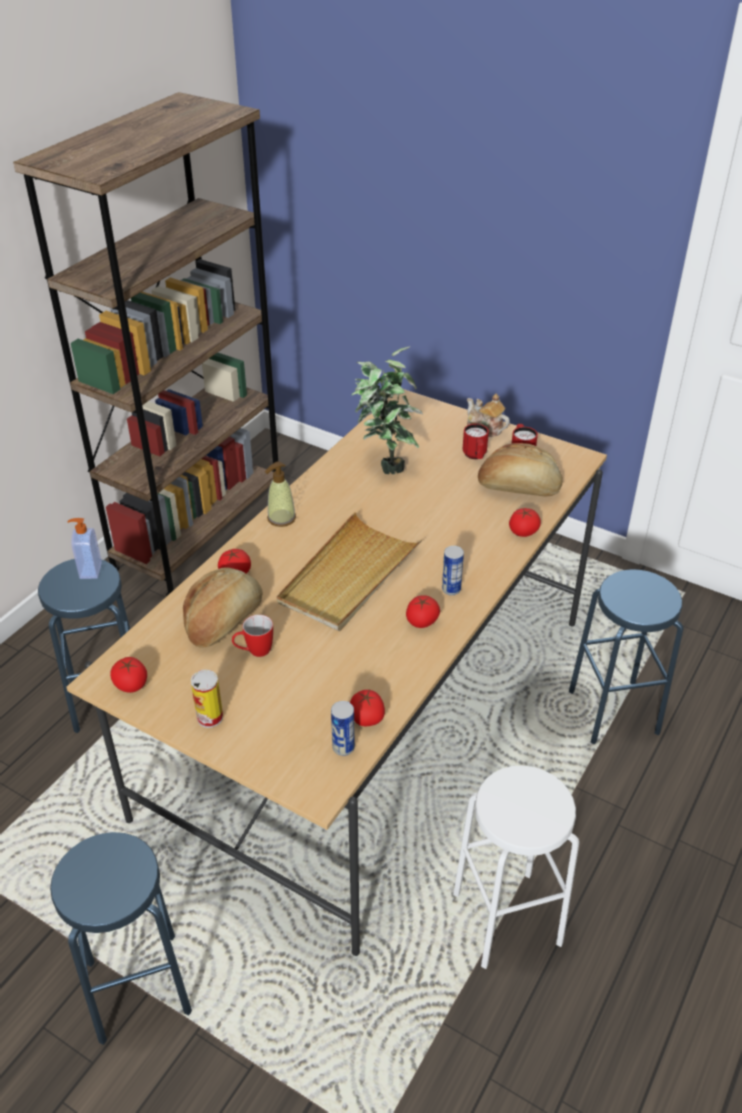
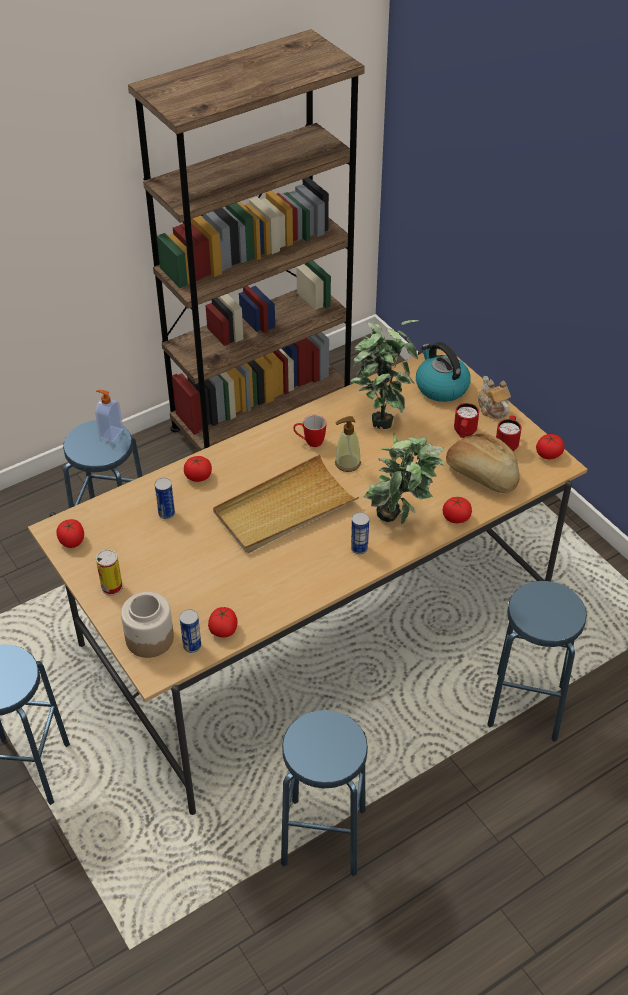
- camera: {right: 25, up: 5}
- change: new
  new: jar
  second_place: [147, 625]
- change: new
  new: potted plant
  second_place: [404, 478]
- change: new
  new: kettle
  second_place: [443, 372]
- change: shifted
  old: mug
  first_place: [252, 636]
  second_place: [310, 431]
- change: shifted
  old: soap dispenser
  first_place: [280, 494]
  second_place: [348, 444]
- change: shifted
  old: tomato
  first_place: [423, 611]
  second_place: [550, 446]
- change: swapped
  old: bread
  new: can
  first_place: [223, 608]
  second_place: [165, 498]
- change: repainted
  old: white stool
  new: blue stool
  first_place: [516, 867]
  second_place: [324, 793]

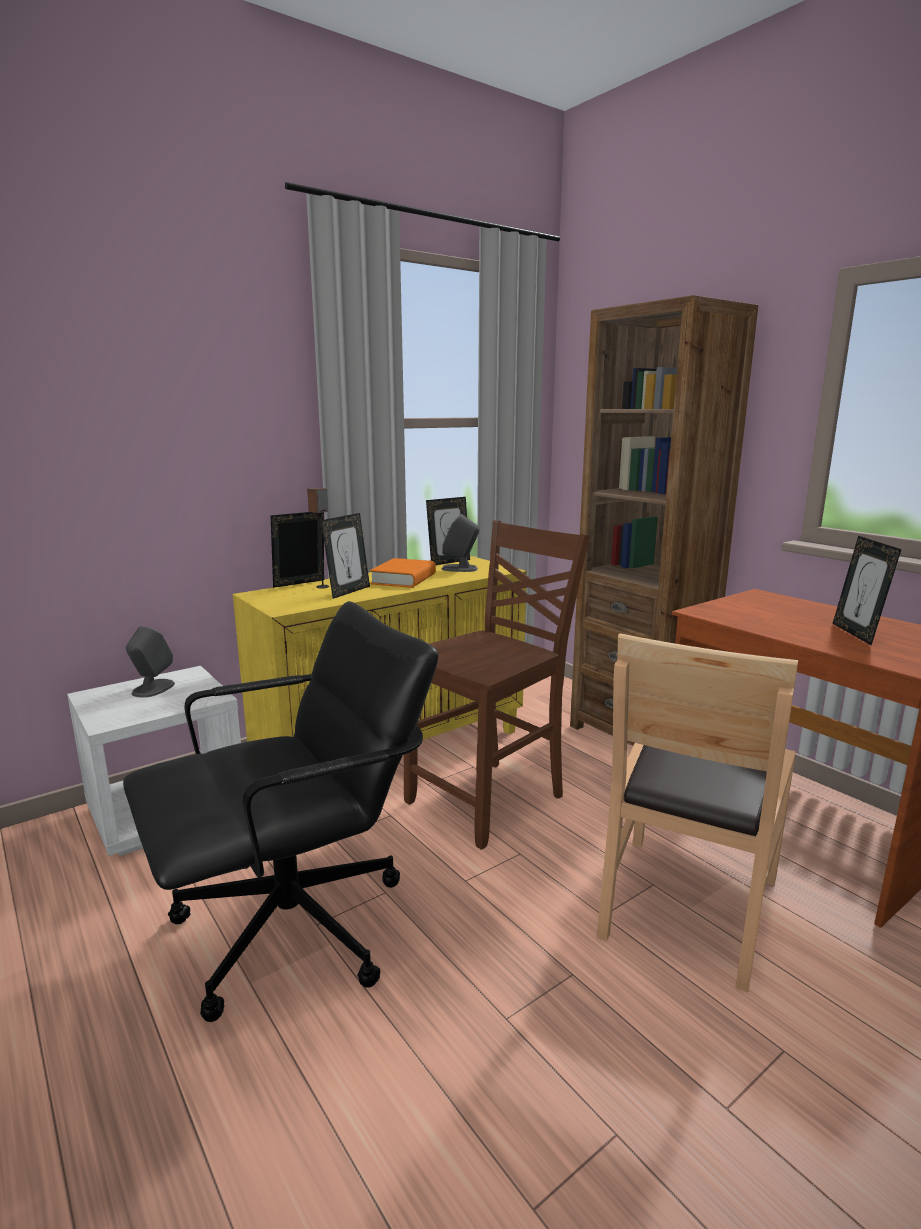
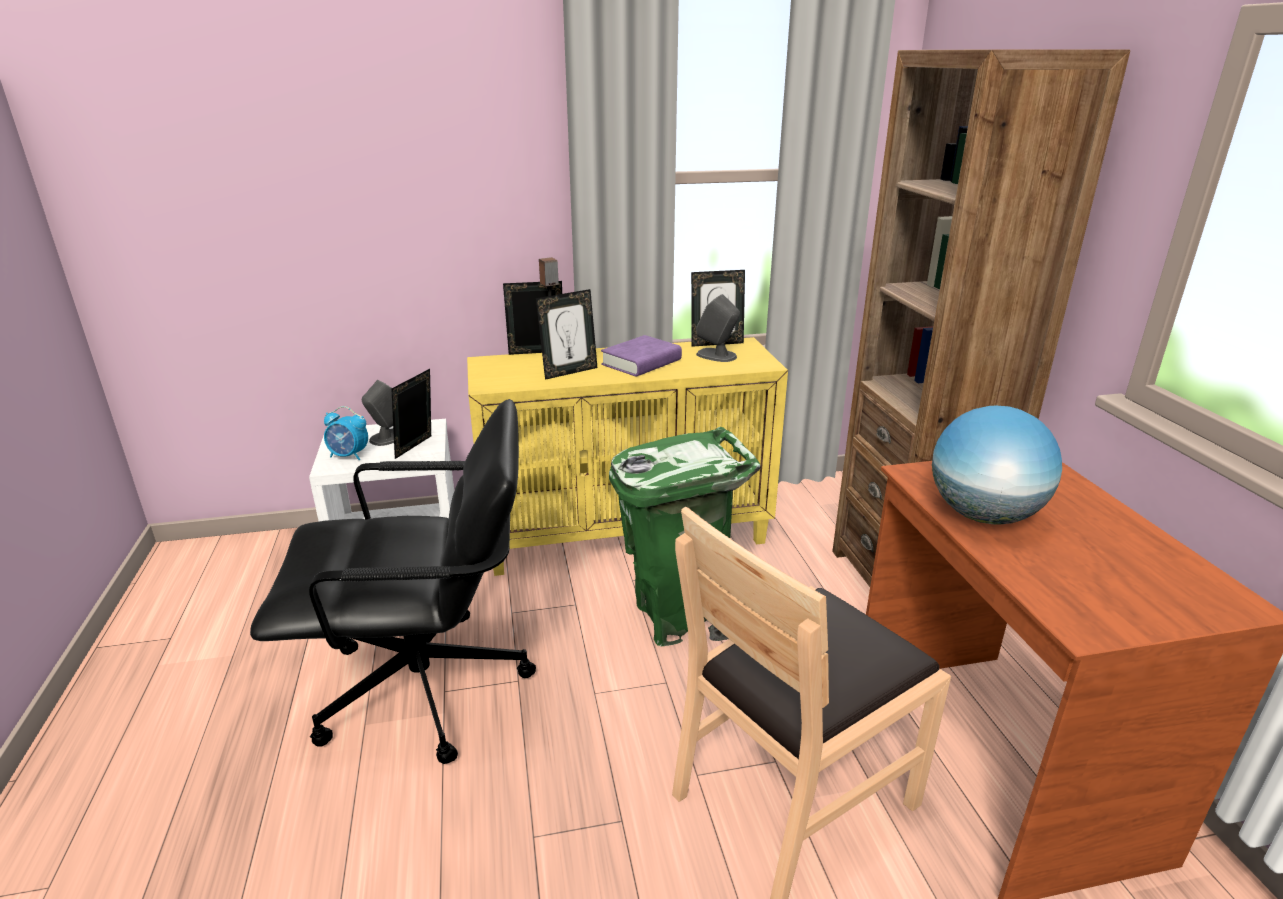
- camera: {right: 25, up: 10}
- change: new
  new: alarm clock
  second_place: [346, 433]
- change: new
  new: globe
  second_place: [997, 465]
- change: shifted
  old: picture frame
  first_place: [867, 590]
  second_place: [411, 414]
- change: swapped
  old: brown chair
  new: green trash can
  first_place: [497, 685]
  second_place: [684, 536]
- change: repainted
  old: orange book
  new: purple book
  first_place: [403, 573]
  second_place: [641, 356]

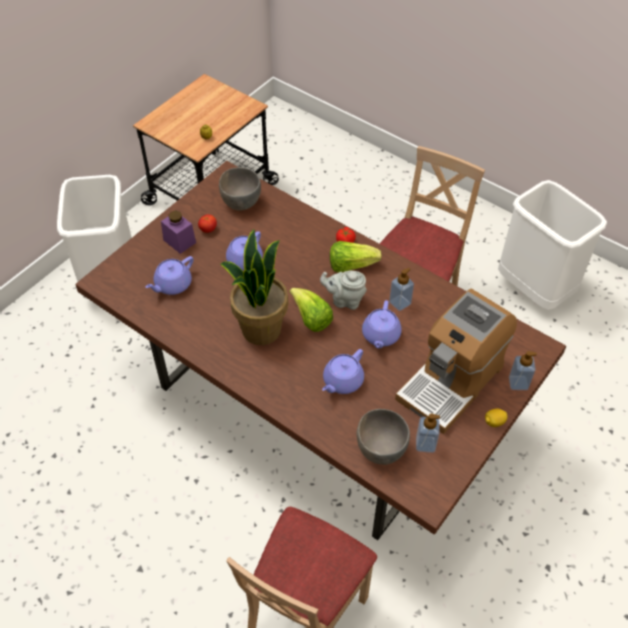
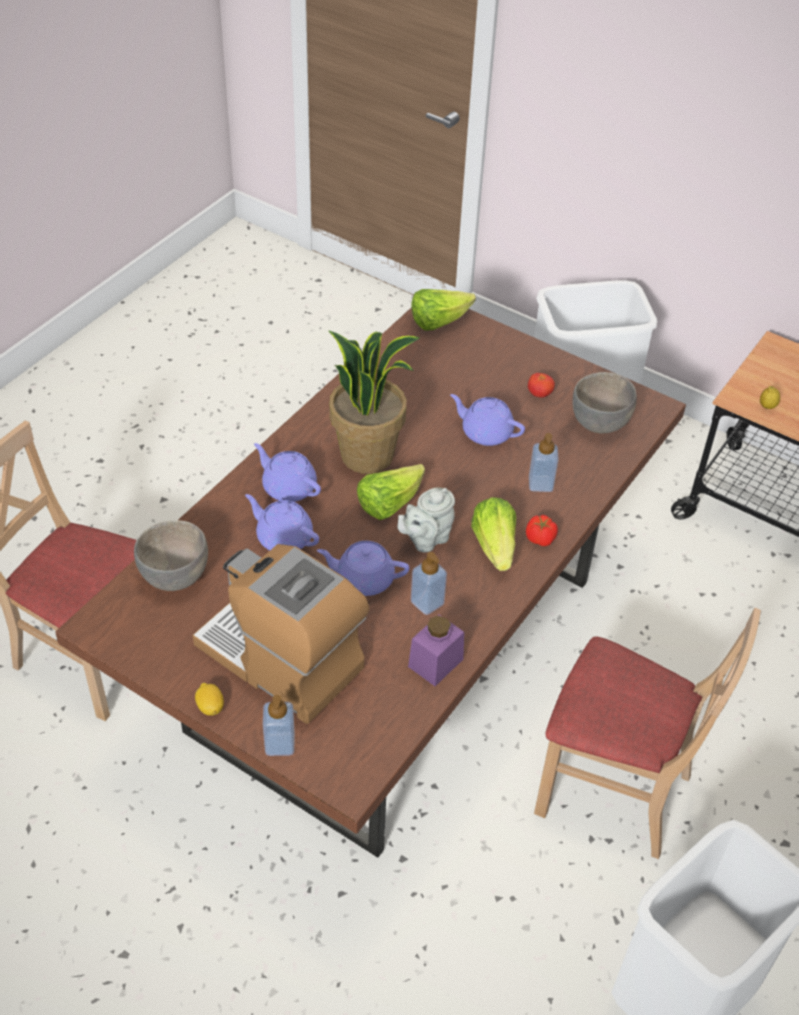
- camera: {right: 85, up: -5}
- change: new
  new: lettuce
  second_place: [443, 309]
- change: shifted
  old: purple teapot
  first_place: [169, 275]
  second_place: [287, 472]
- change: shifted
  old: purple jar
  first_place: [178, 232]
  second_place: [436, 650]
- change: shifted
  old: soap dispenser
  first_place: [428, 433]
  second_place: [544, 462]
- change: rotated
  old: grey teapot
  first_place: [343, 290]
  second_place: [426, 520]
  degrees: -135

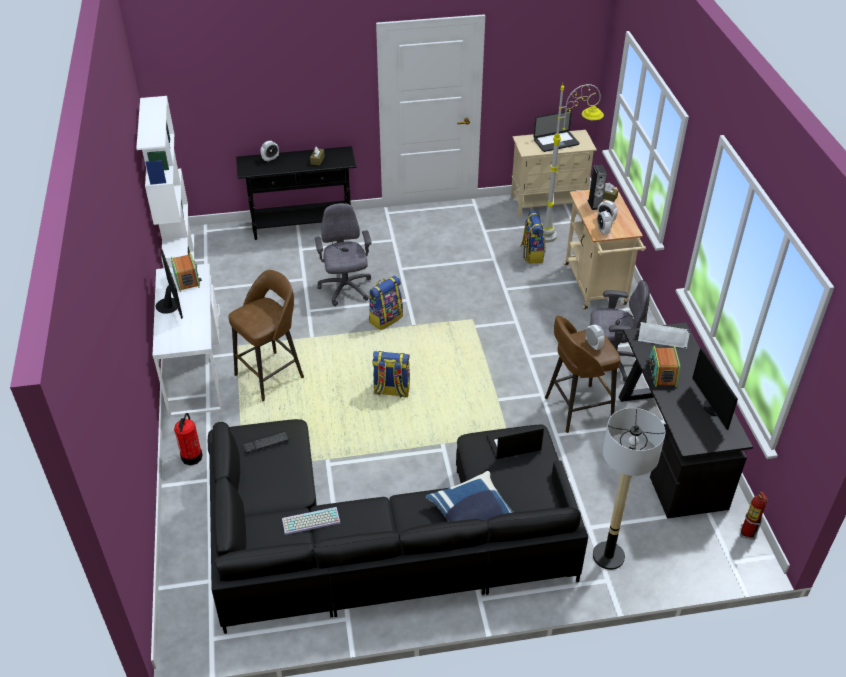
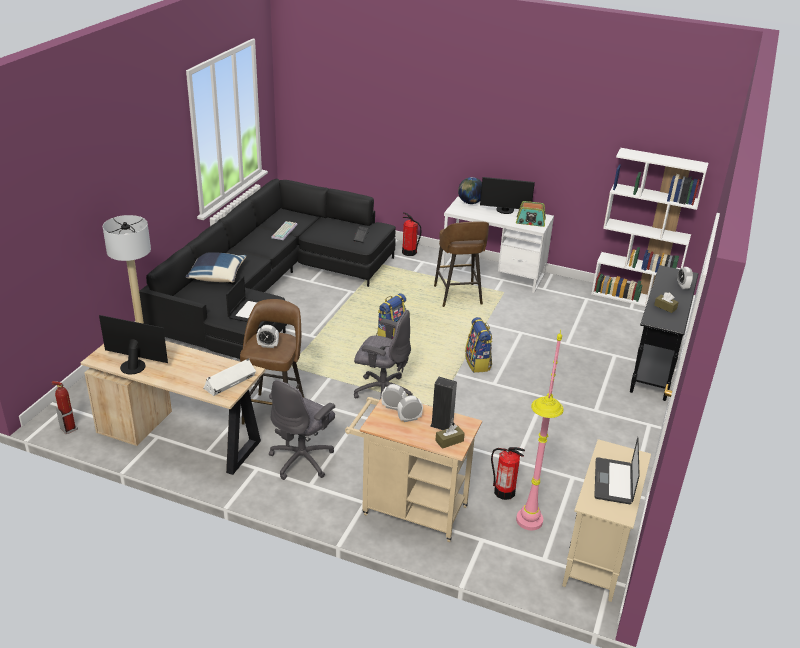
- camera: {right: 120, up: -10}
- change: gone
  old: radio
  first_place: [663, 366]
- change: new
  new: globe
  second_place: [470, 190]
- change: shifted
  old: grey office chair
  first_place: [343, 254]
  second_place: [383, 354]
- change: swapped
  old: backpack
  new: fire extinguisher
  first_place: [532, 237]
  second_place: [508, 473]
- change: repainted
  old: grey floor lamp
  new: pink floor lamp
  first_place: [573, 163]
  second_place: [540, 430]
- change: repainted
  old: black desk
  new: beige desk
  first_place: [686, 420]
  second_place: [172, 408]

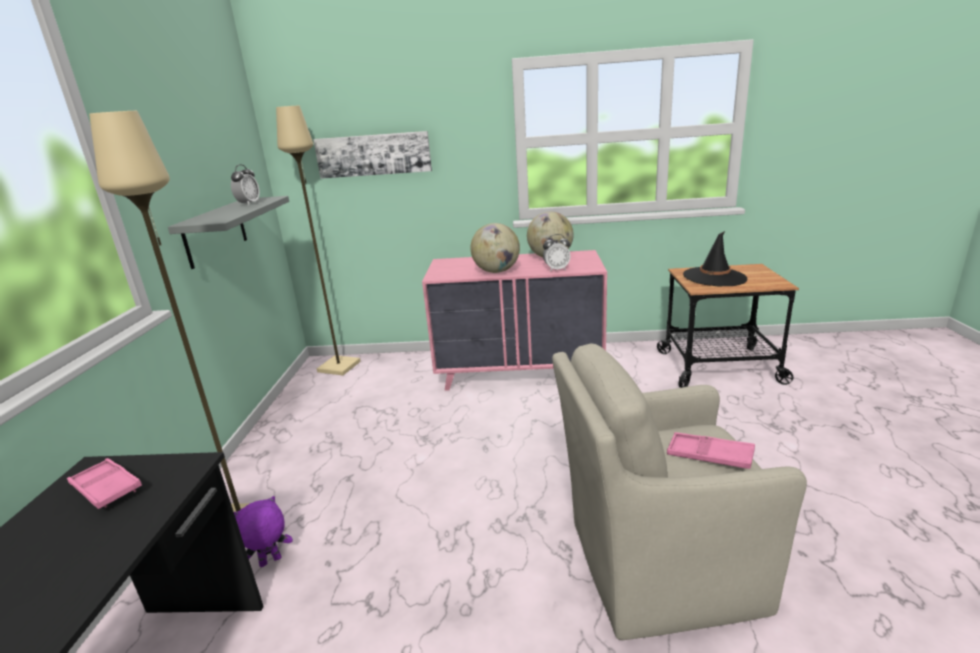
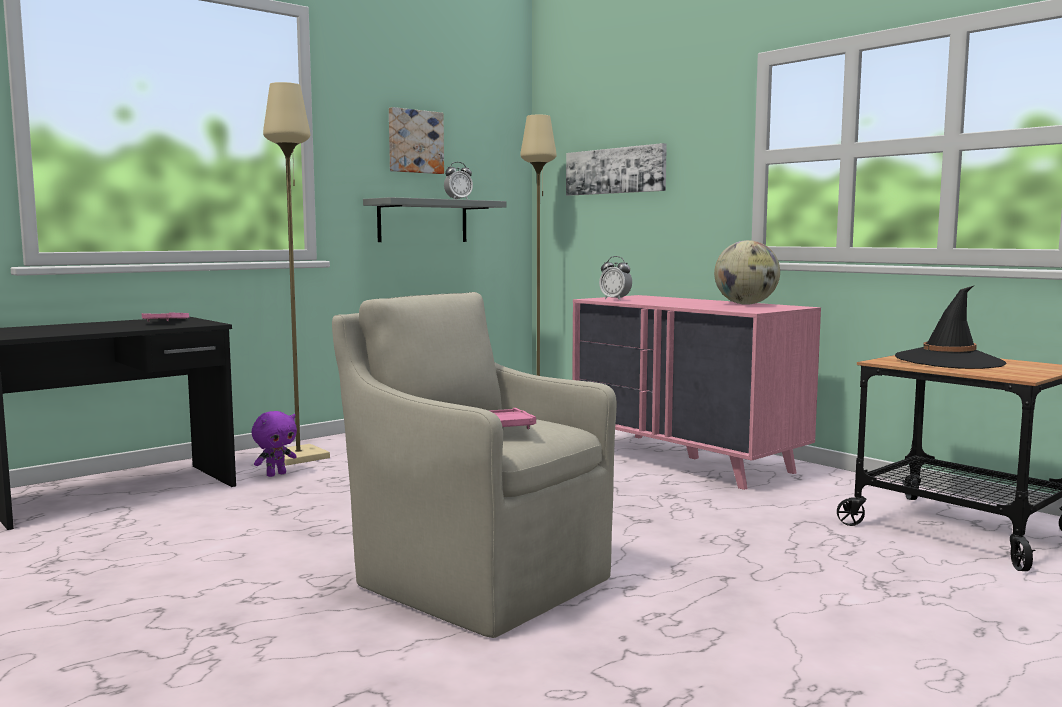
- camera: {right: 45, up: -15}
- change: gone
  old: globe
  first_place: [495, 248]
- change: new
  new: picture
  second_place: [416, 140]
- change: shifted
  old: alarm clock
  first_place: [557, 253]
  second_place: [615, 278]
- change: rotated
  old: purple plush toy
  first_place: [263, 531]
  second_place: [274, 444]
  degrees: 120

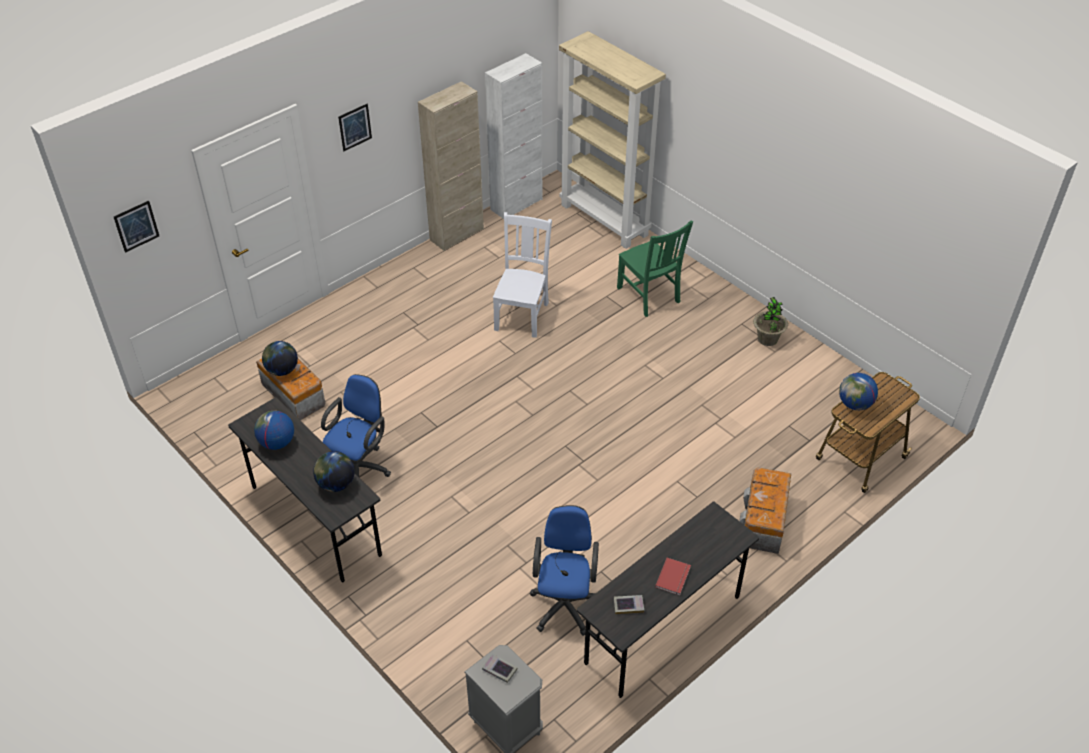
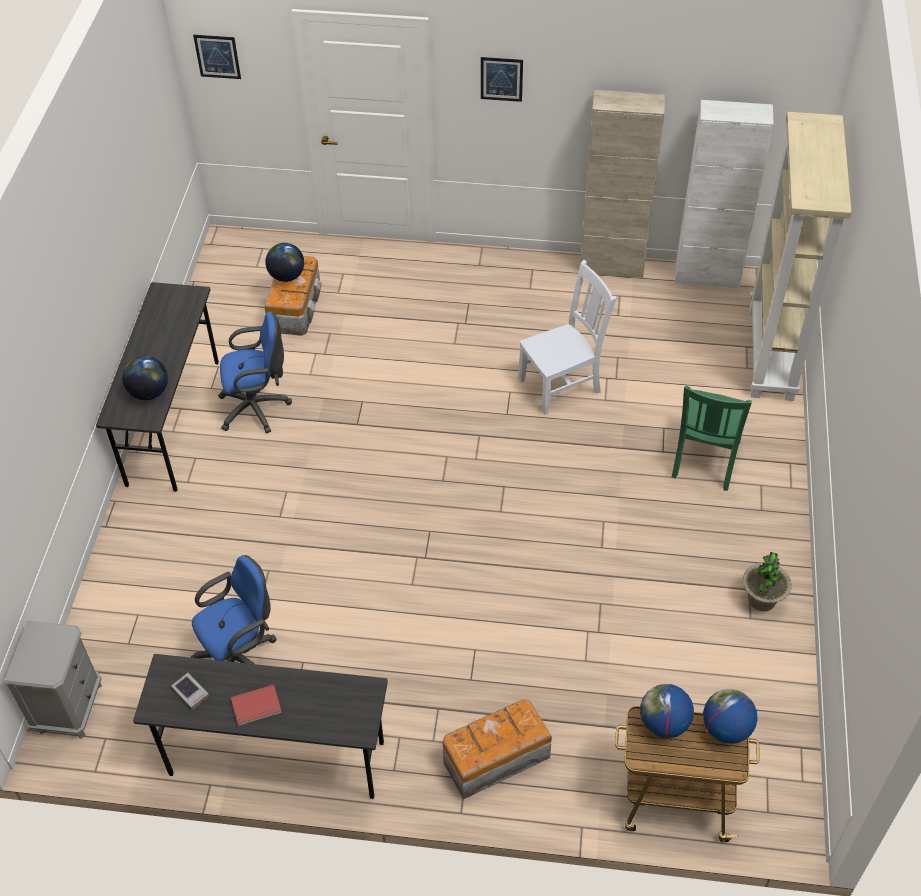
- camera: {right: 50, up: 5}
- change: gone
  old: book
  first_place: [499, 668]
- change: shifted
  old: globe
  first_place: [274, 430]
  second_place: [730, 716]

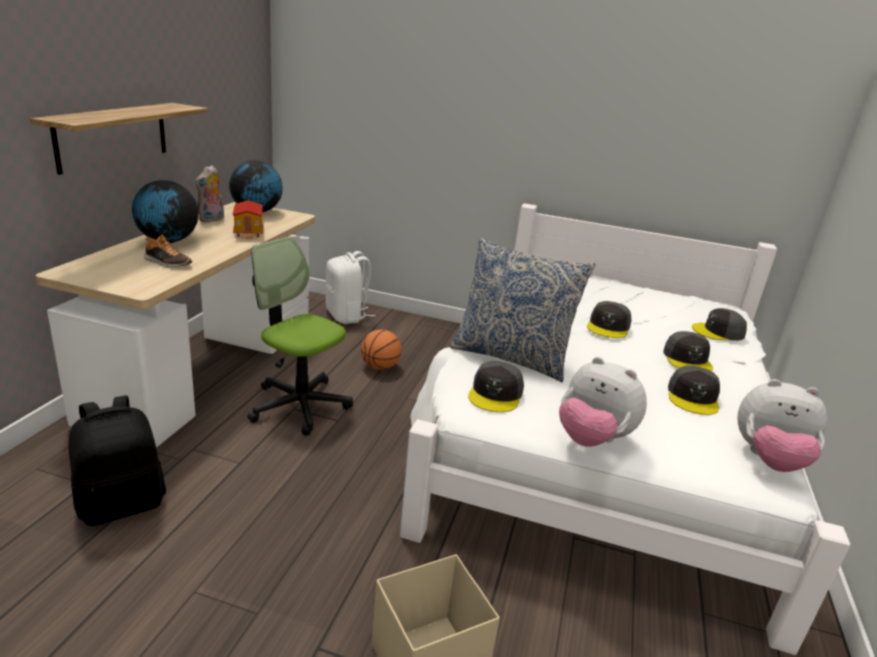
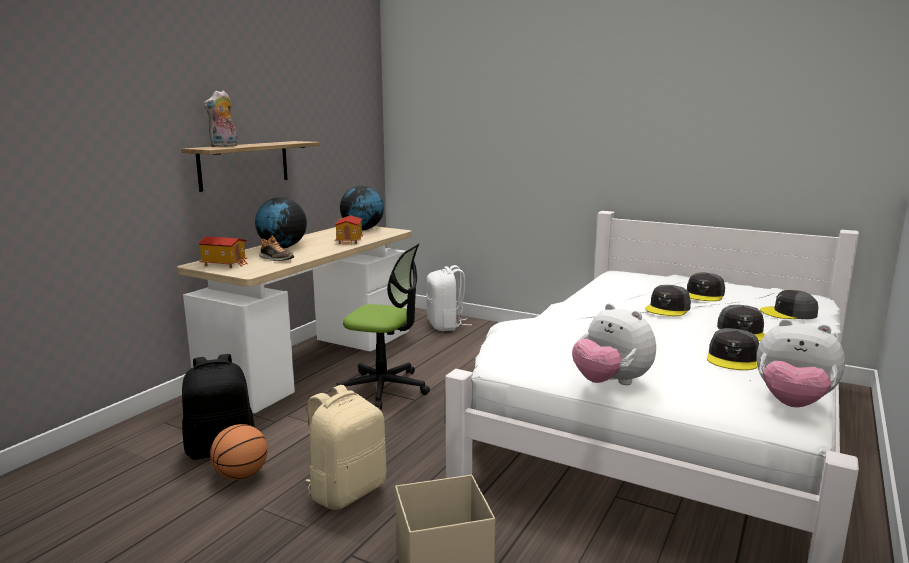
- camera: {right: 15, up: -10}
- change: gone
  old: pillow
  first_place: [522, 310]
- change: new
  new: toy house
  second_place: [222, 252]
- change: new
  new: beige backpack
  second_place: [345, 447]
- change: shifted
  old: plush toy
  first_place: [209, 193]
  second_place: [220, 118]
- change: shifted
  old: basketball
  first_place: [381, 350]
  second_place: [239, 452]
- change: shifted
  old: grey cap
  first_place: [496, 386]
  second_place: [706, 287]
- change: rotated
  old: office chair
  first_place: [300, 336]
  second_place: [383, 326]
  degrees: 150

